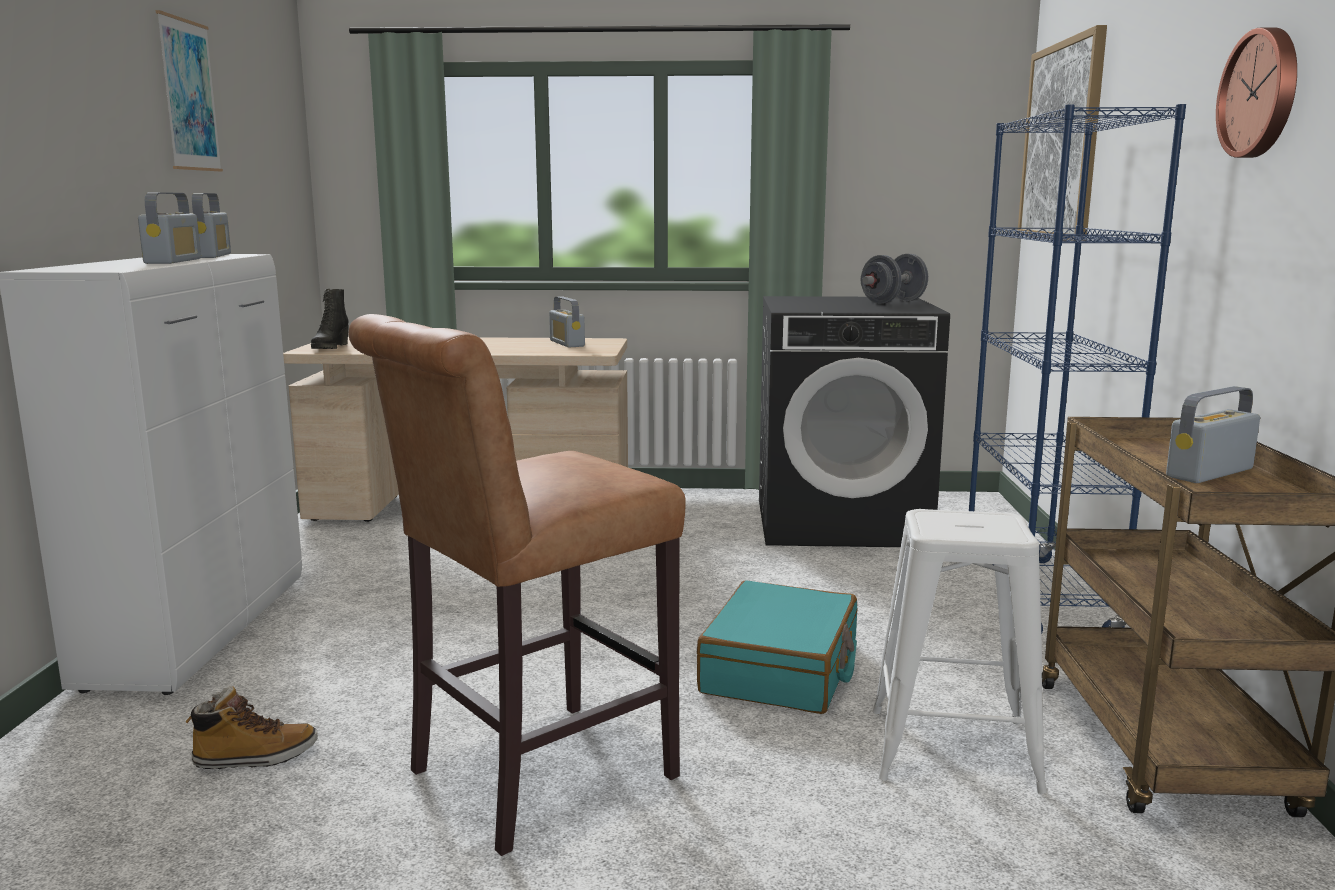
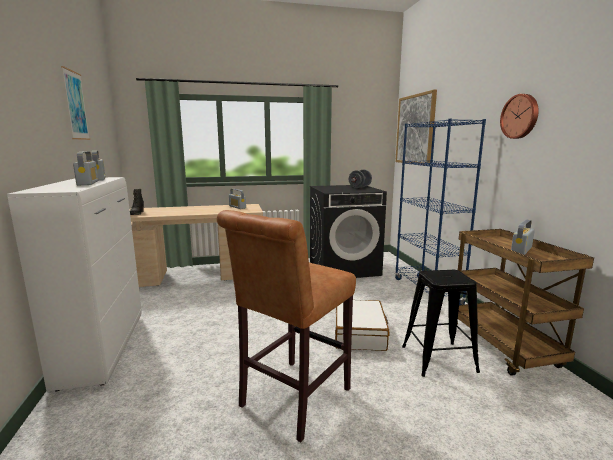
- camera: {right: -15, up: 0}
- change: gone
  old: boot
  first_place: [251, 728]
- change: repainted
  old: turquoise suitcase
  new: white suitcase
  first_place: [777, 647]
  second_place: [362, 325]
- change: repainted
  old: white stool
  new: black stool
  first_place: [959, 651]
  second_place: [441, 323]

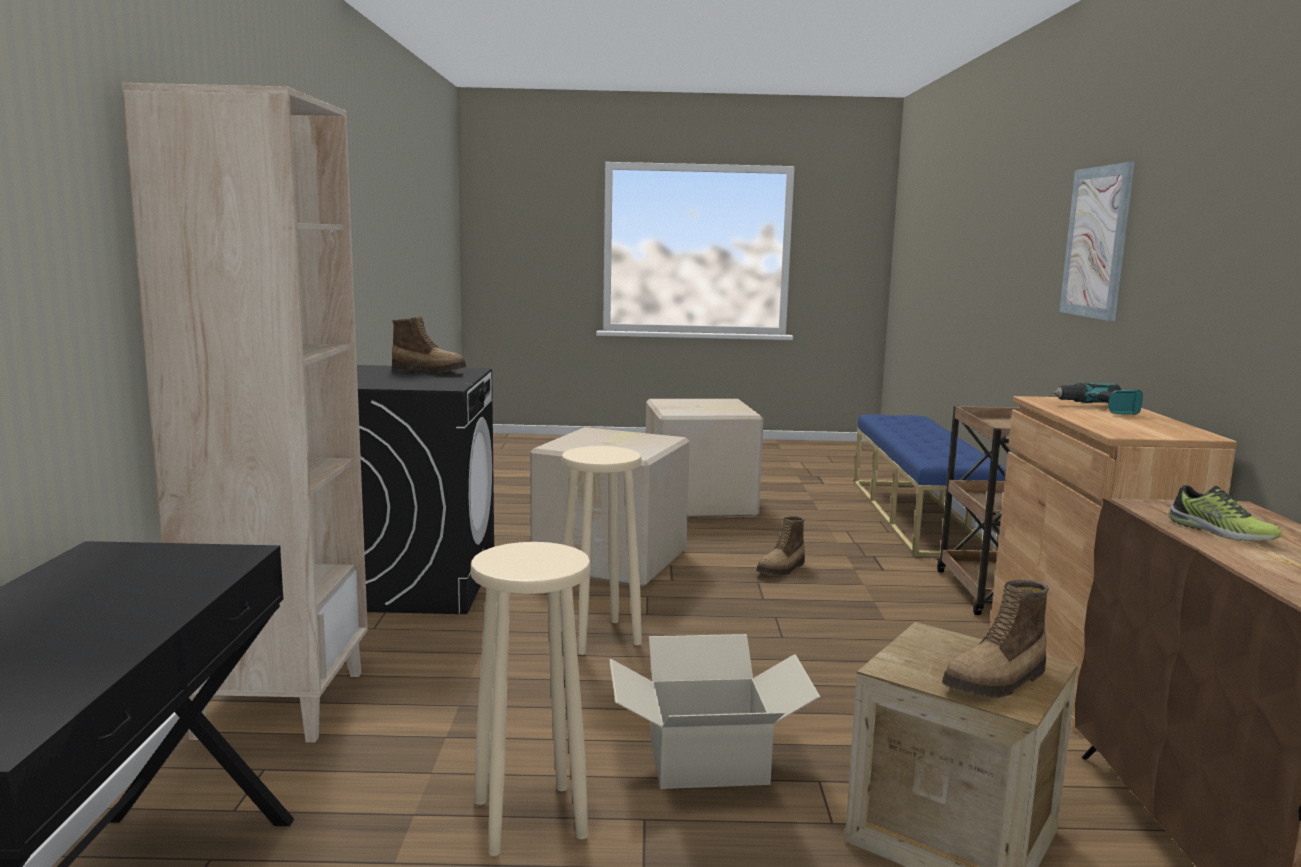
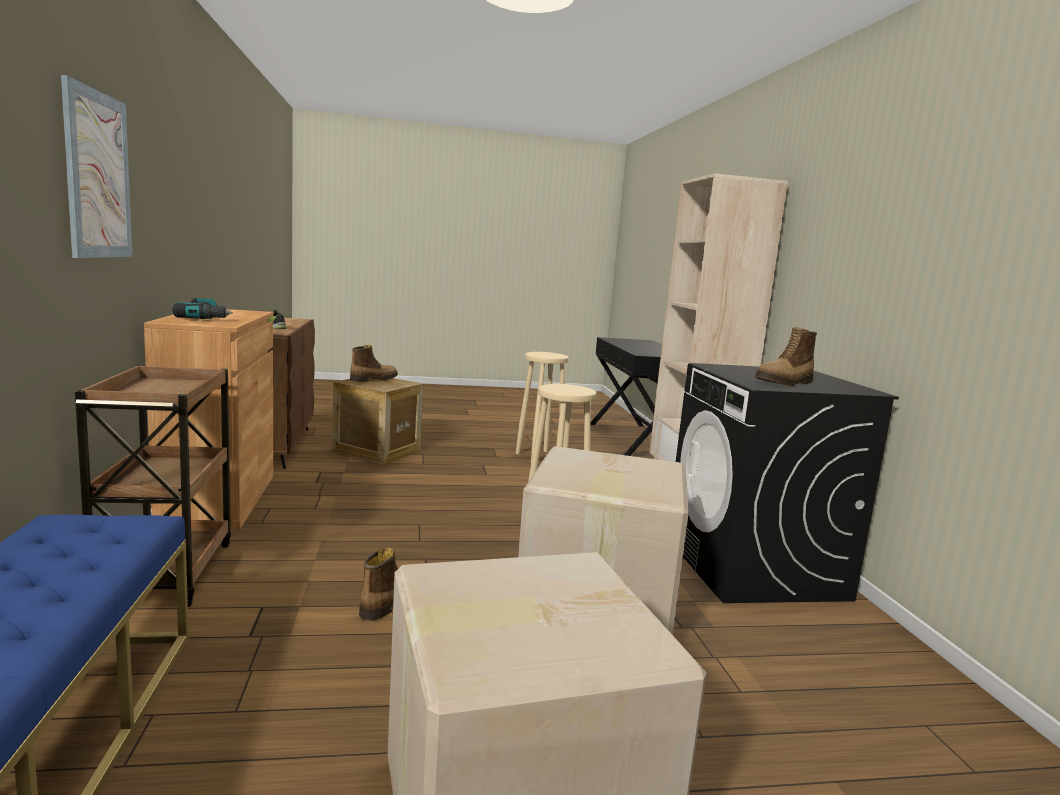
- camera: {right: 170, up: 0}
- change: gone
  old: cardboard box
  first_place: [714, 711]
- change: rotated
  old: boot
  first_place: [429, 345]
  second_place: [786, 356]
  degrees: -45

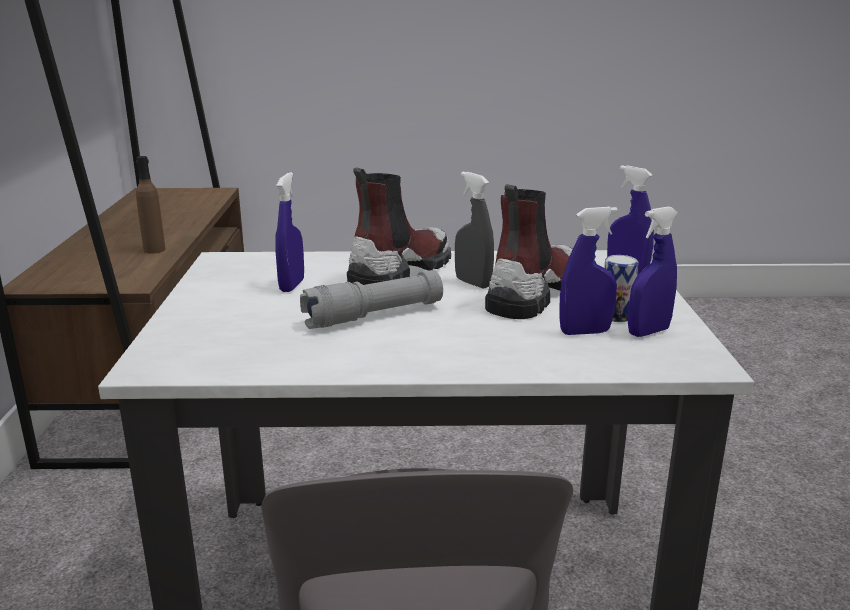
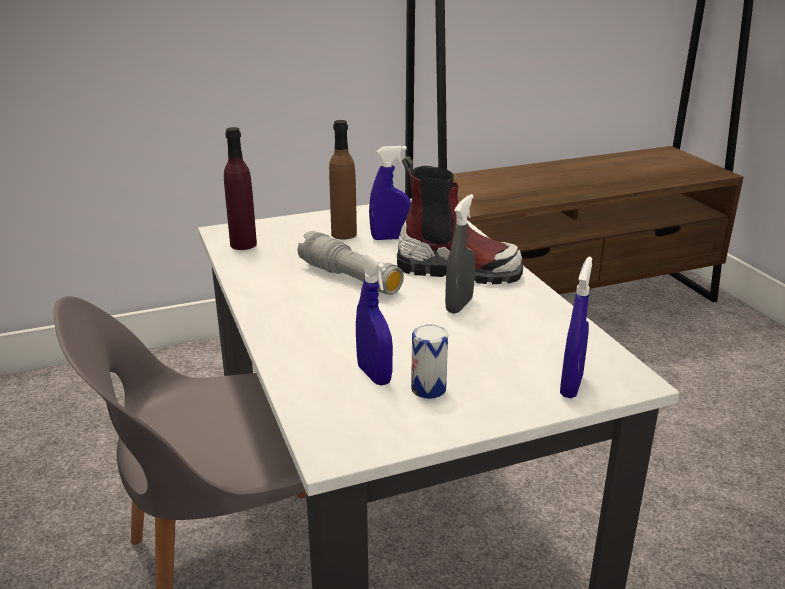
- camera: {right: 70, up: 5}
- change: gone
  old: boot
  first_place: [529, 251]
- change: gone
  old: blue spray bottle
  first_place: [653, 271]
- change: new
  new: purple bottle
  second_place: [240, 188]
- change: shifted
  old: brown bottle
  first_place: [151, 205]
  second_place: [343, 180]

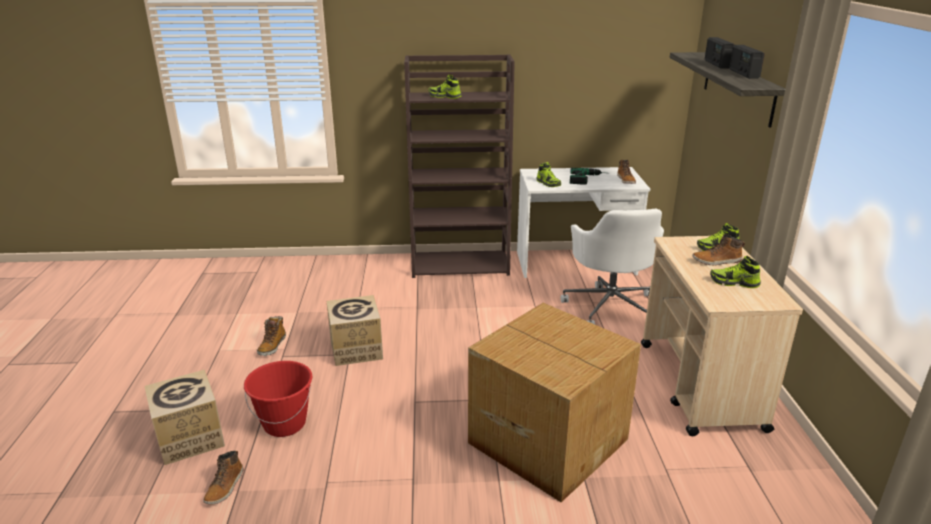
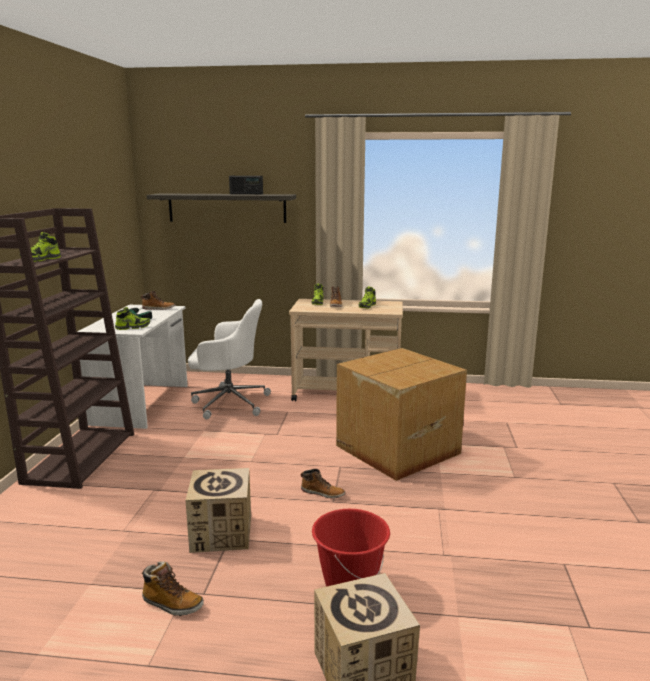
- camera: {right: -80, up: -10}
- change: gone
  old: radio
  first_place: [719, 52]
- change: shifted
  old: boot
  first_place: [223, 478]
  second_place: [323, 484]

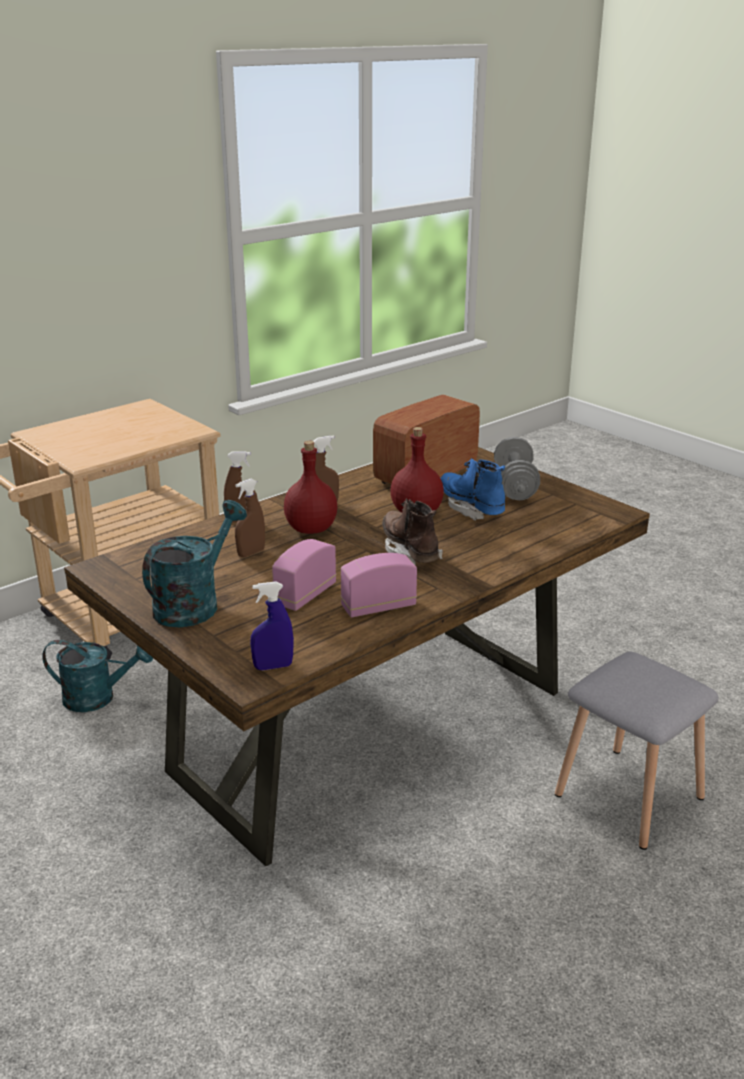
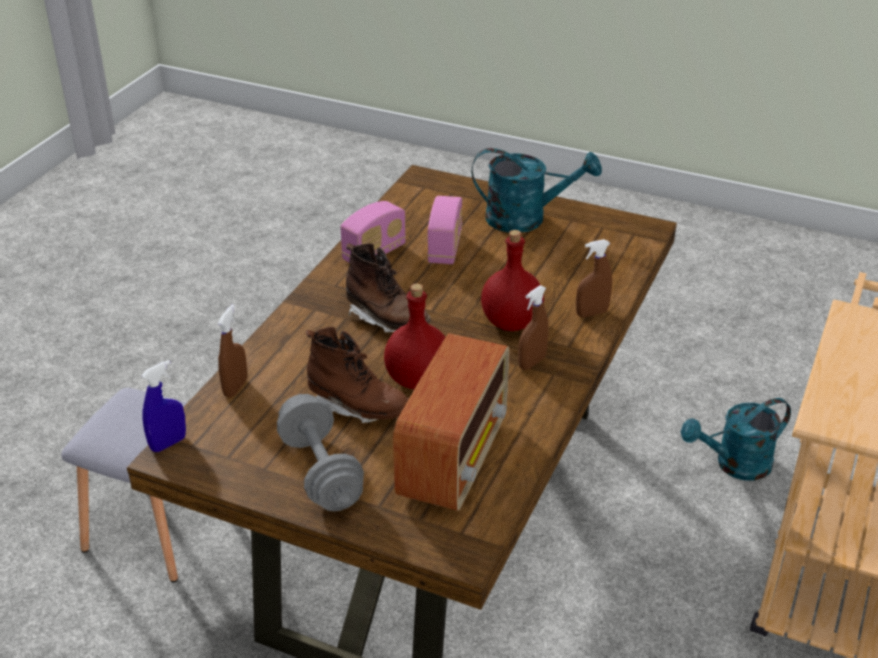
- camera: {right: 155, up: 10}
- change: shifted
  old: brown spray bottle
  first_place: [250, 518]
  second_place: [232, 351]
- change: shifted
  old: blue spray bottle
  first_place: [272, 625]
  second_place: [163, 406]
- change: repainted
  old: blue boot
  new: brown boot
  first_place: [472, 489]
  second_place: [357, 375]
- change: rotated
  old: turquoise watering can
  first_place: [194, 563]
  second_place: [536, 190]
  degrees: -90

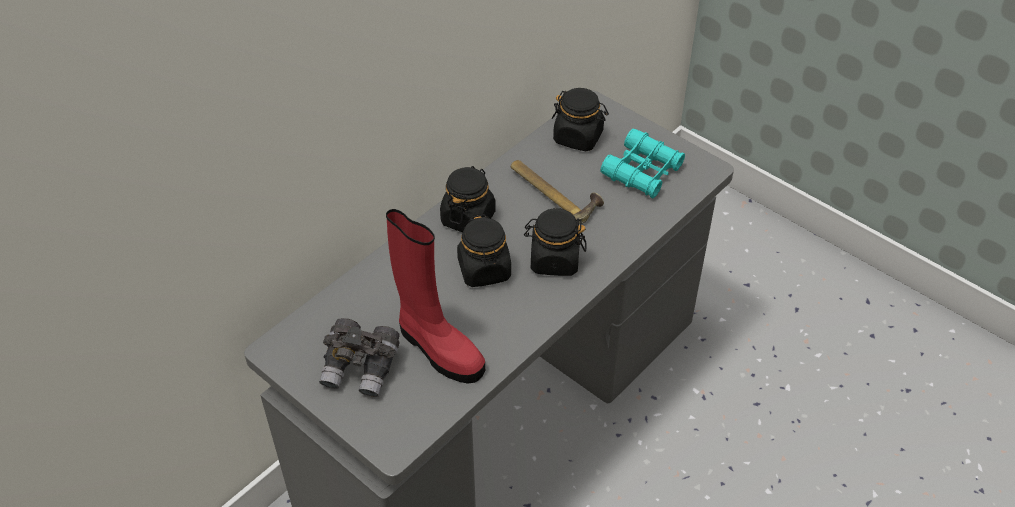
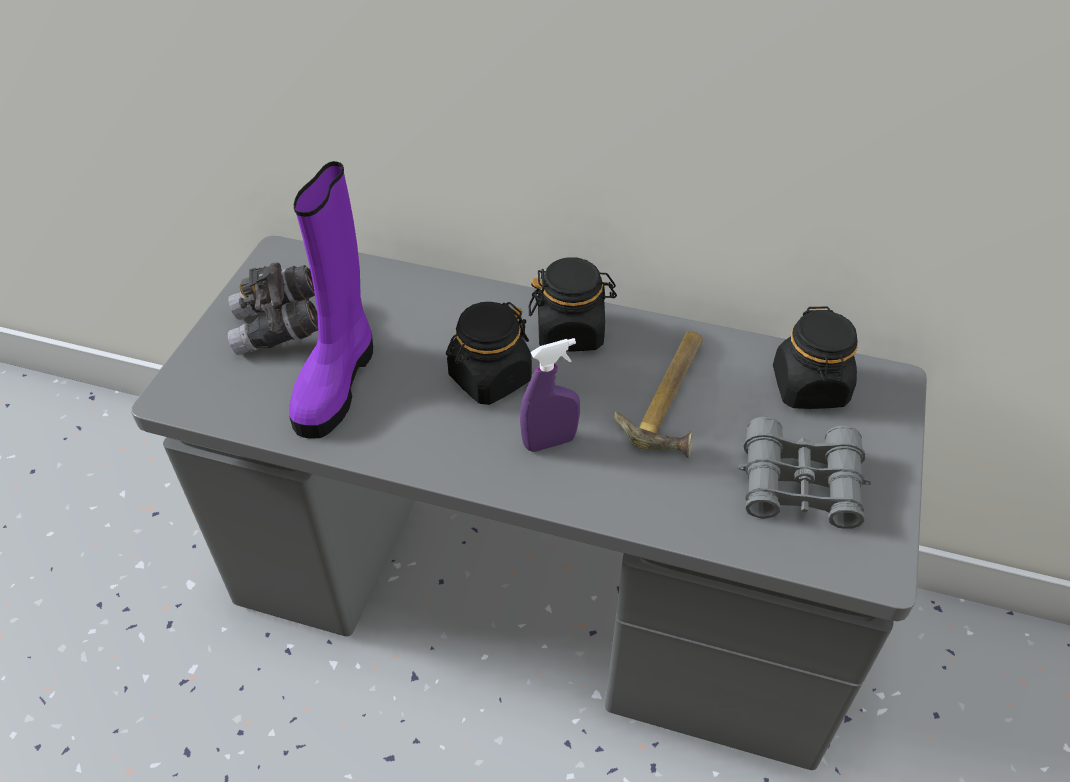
- camera: {right: 65, up: 0}
- change: swapped
  old: black jar
  new: purple spray bottle
  first_place: [555, 242]
  second_place: [550, 395]
- change: repainted
  old: red boot
  new: purple boot
  first_place: [435, 296]
  second_place: [331, 300]
- change: repainted
  old: turquoise binoculars
  new: grey binoculars
  first_place: [642, 163]
  second_place: [804, 473]

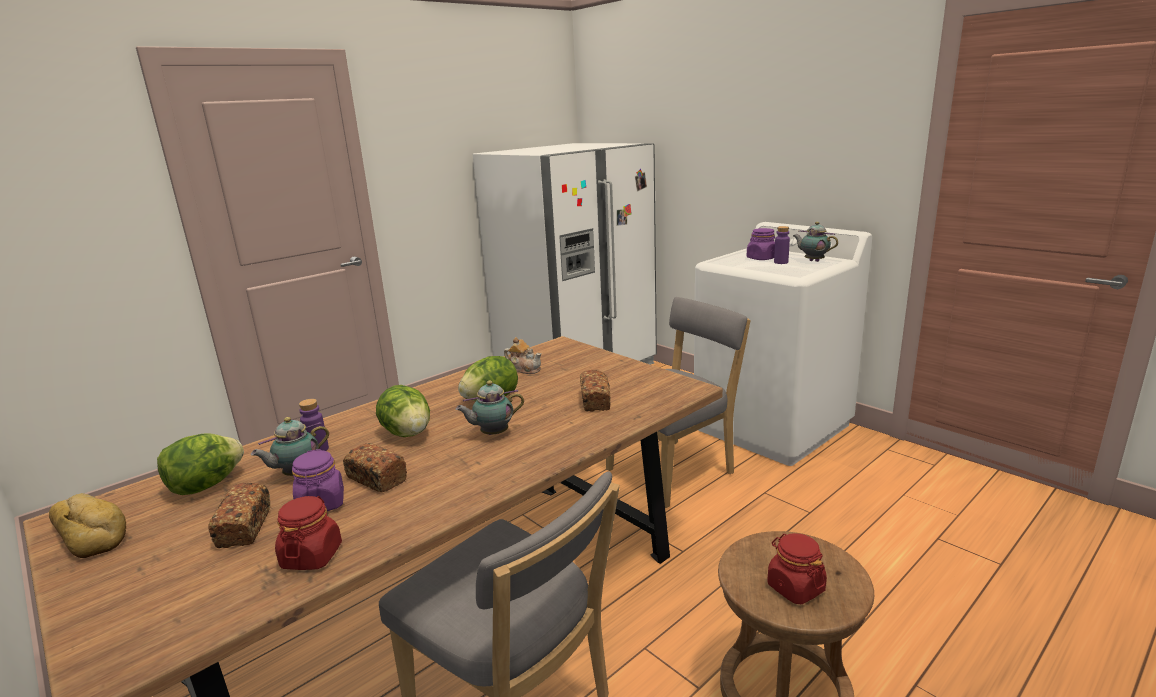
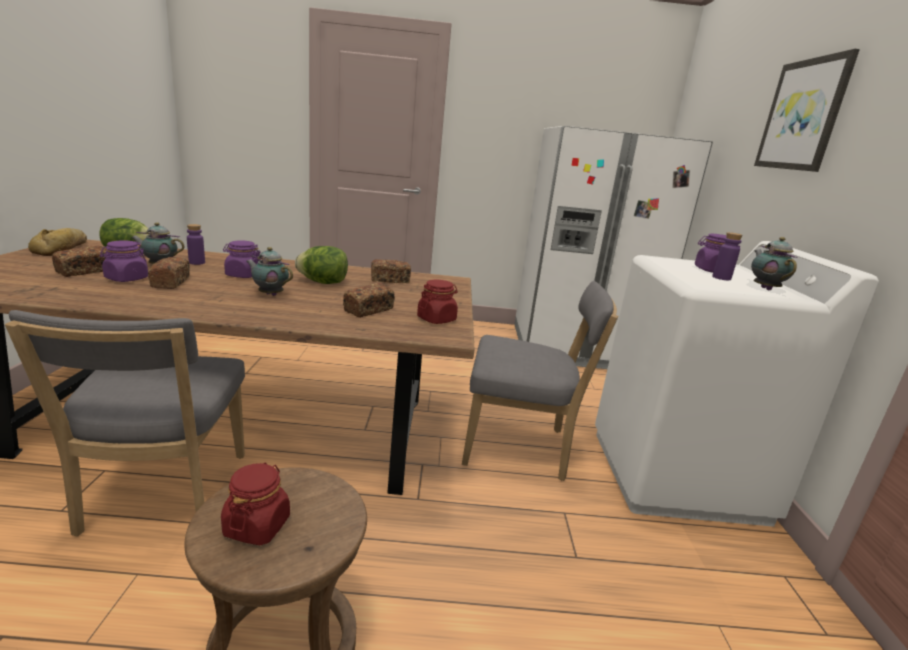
- camera: {right: 40, up: 0}
- change: new
  new: picture
  second_place: [807, 110]
- change: shifted
  old: red jar
  first_place: [308, 533]
  second_place: [437, 302]
- change: swapped
  old: lettuce
  new: purple jar
  first_place: [403, 411]
  second_place: [242, 259]
- change: swapped
  old: teapot
  new: bread
  first_place: [523, 355]
  second_place: [391, 271]

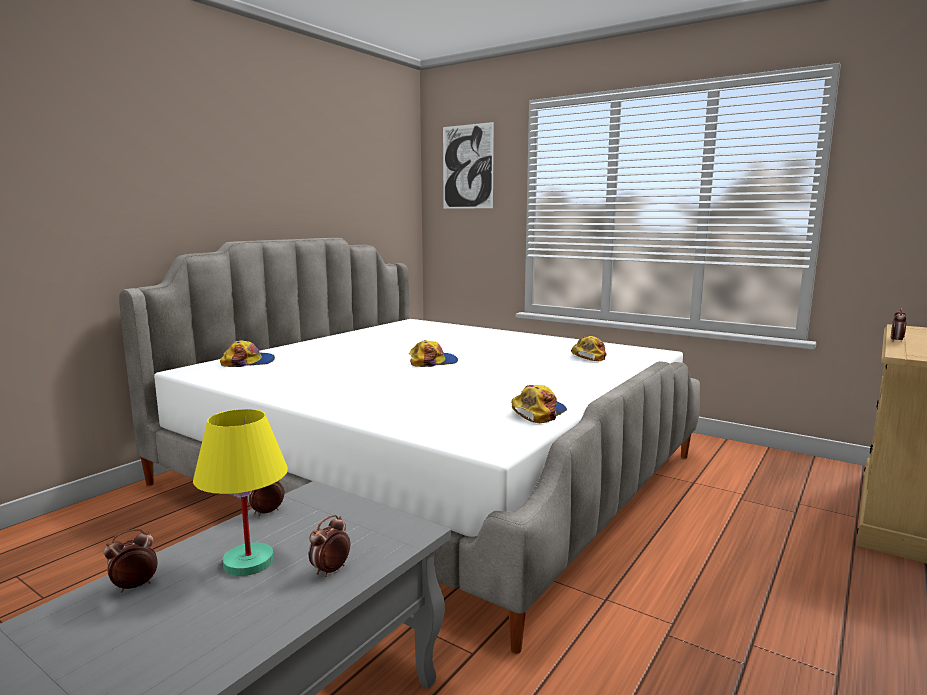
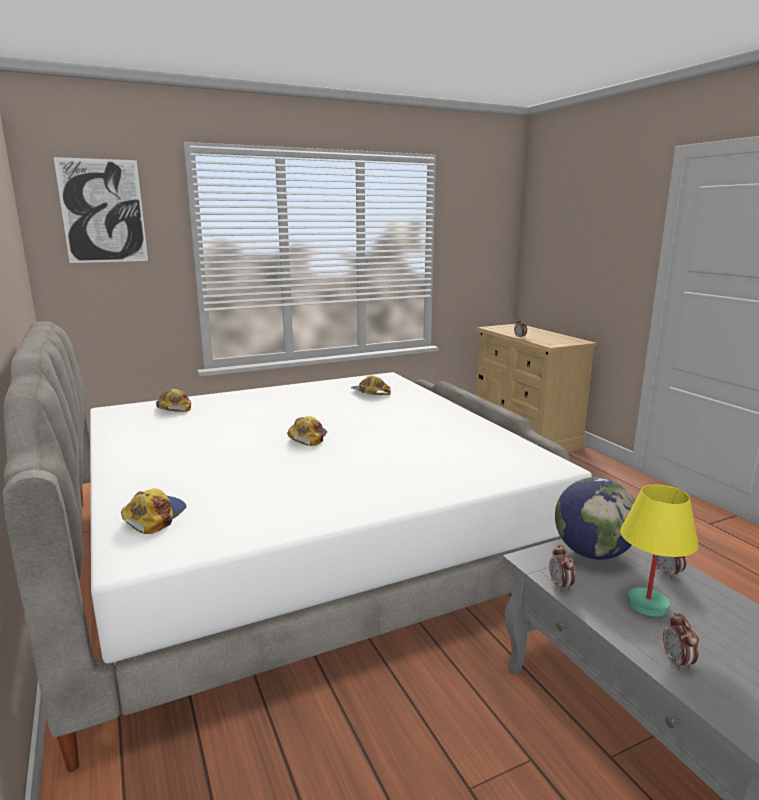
- camera: {right: -60, up: 5}
- change: new
  new: globe
  second_place: [595, 518]
- change: shifted
  old: cap
  first_place: [539, 404]
  second_place: [173, 400]

